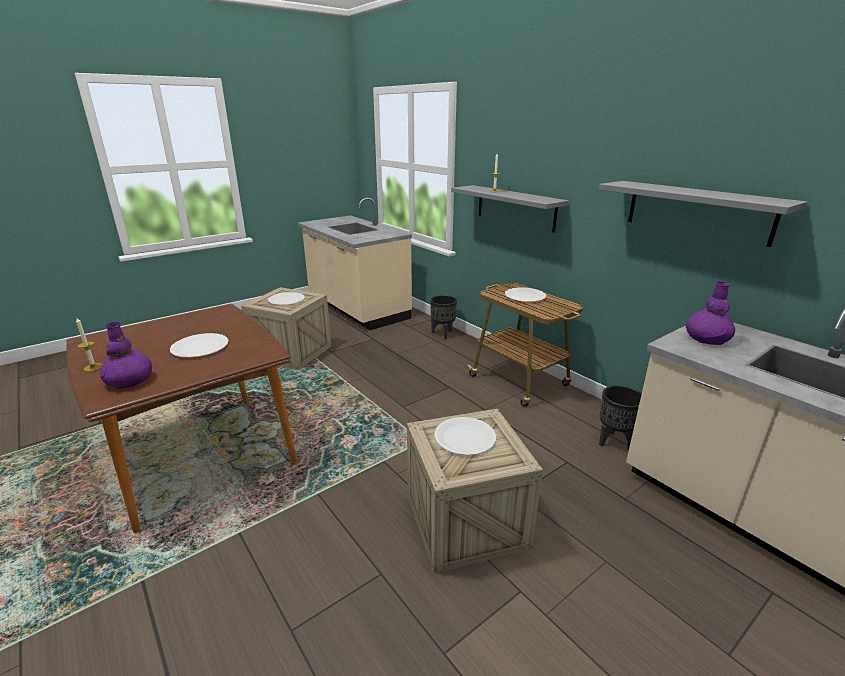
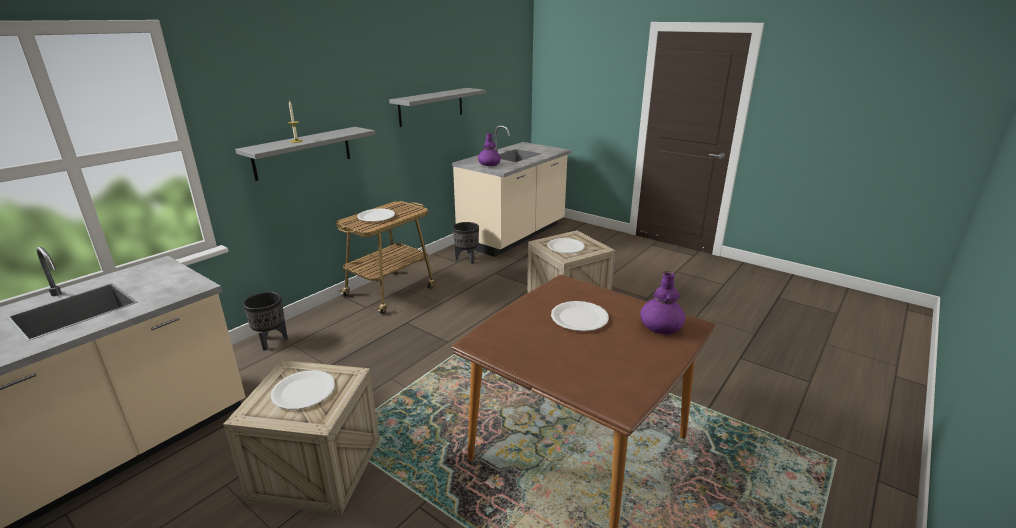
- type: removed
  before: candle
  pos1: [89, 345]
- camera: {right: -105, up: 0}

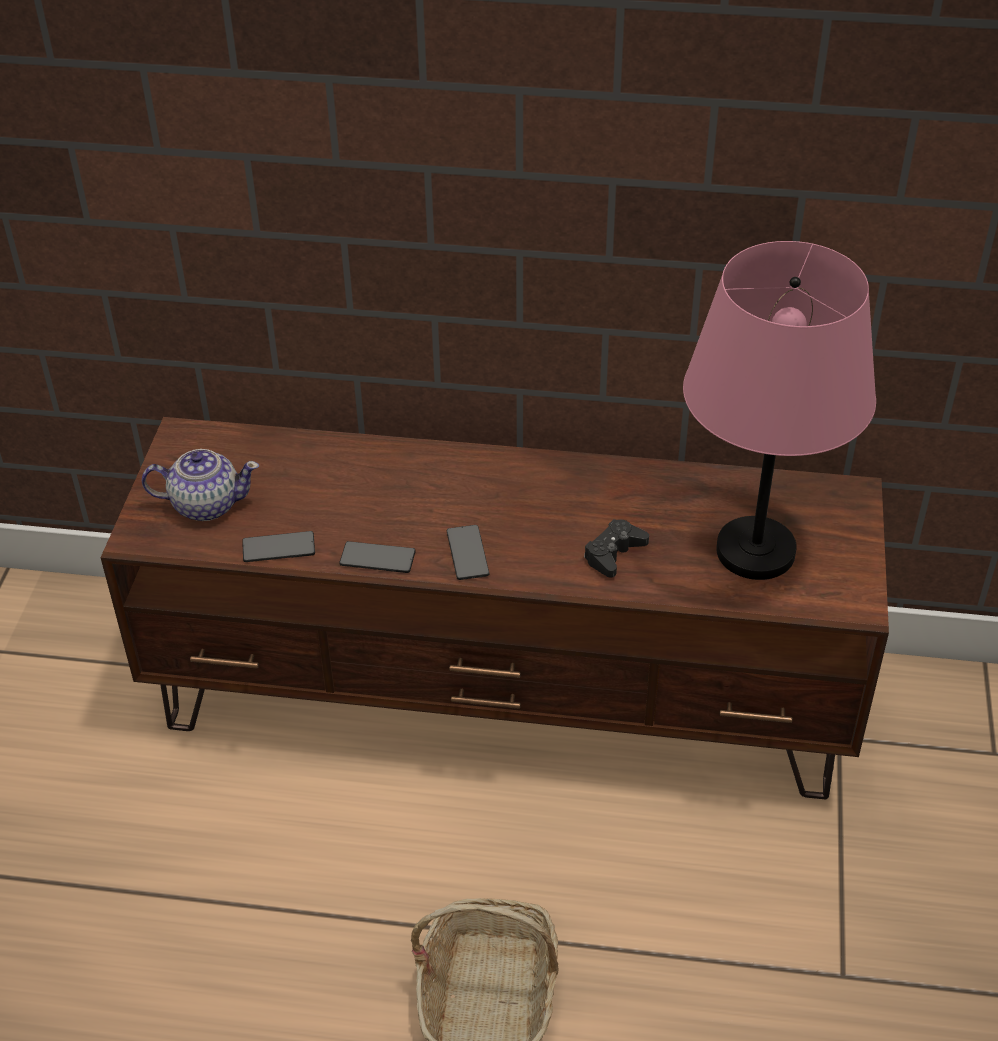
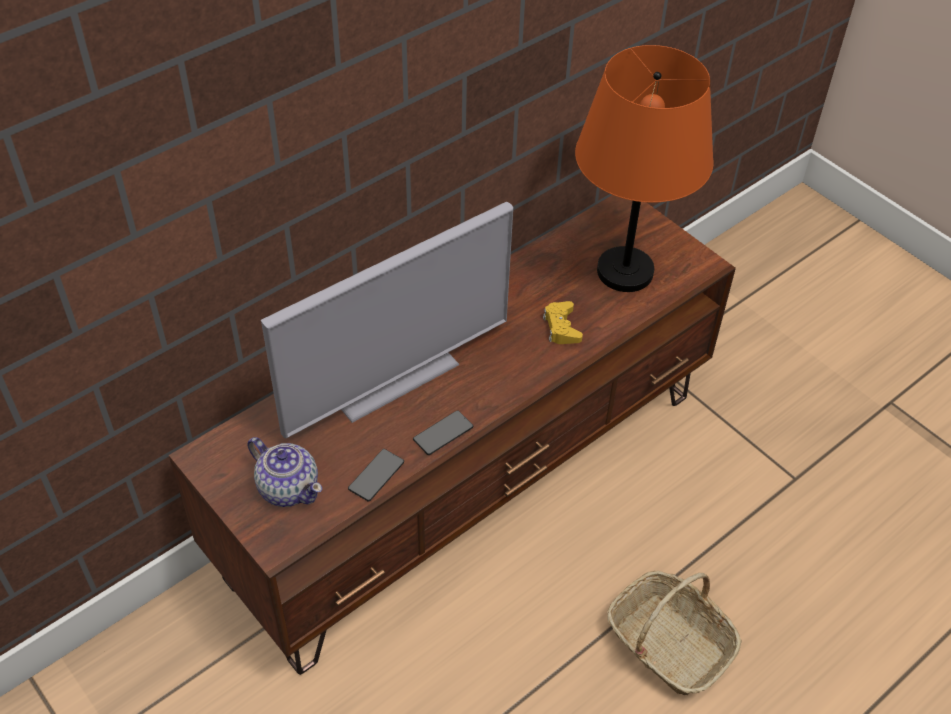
- type: turned
  before: teapot
  pos1: [200, 485]
  pos2: [285, 472]
  turn: 90
- type: removed
  before: phone
  pos1: [468, 552]
- type: recoloured
  before: black game controller
  after: yellow game controller
  pos1: [616, 548]
  pos2: [563, 322]
- type: recoloured
  before: pink table lamp
  after: orange table lamp
  pos1: [779, 410]
  pos2: [644, 168]
- type: added
  after: television
  pos2: [387, 320]
- camera: {right: -50, up: 5}

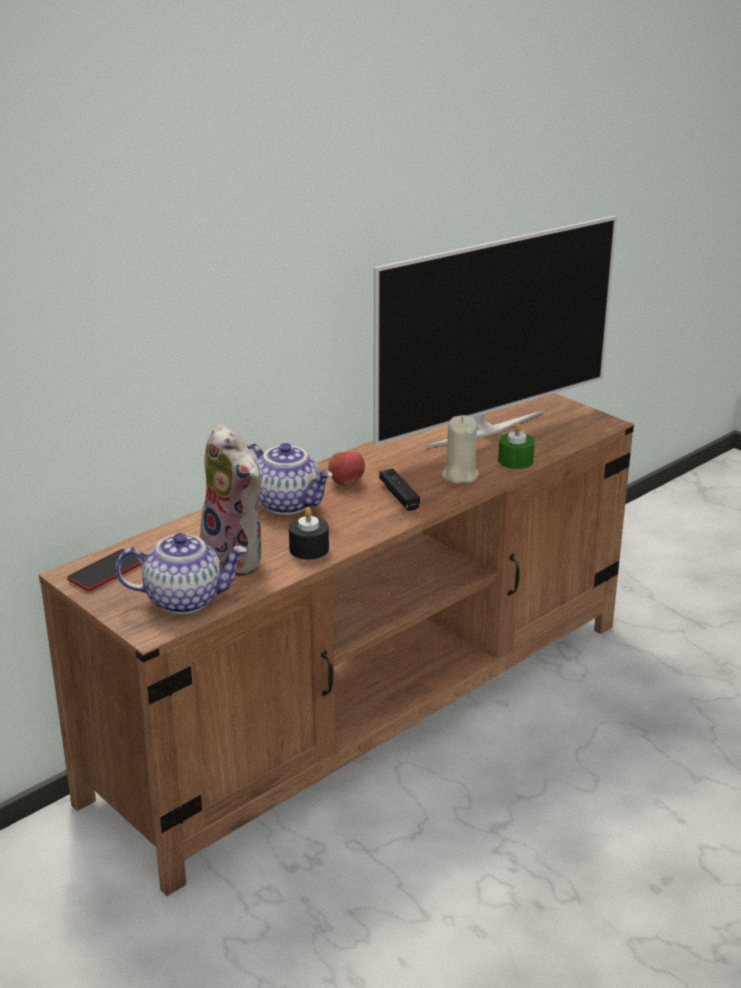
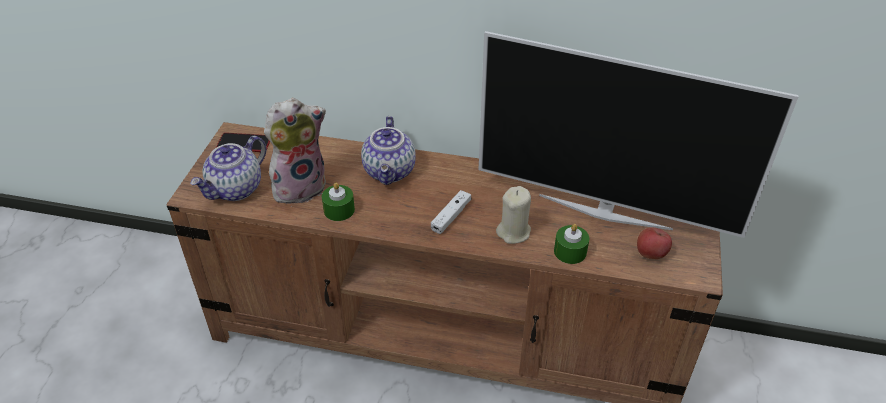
- type: turned
  before: teapot
  pos1: [181, 573]
  pos2: [228, 168]
  turn: 75
- type: turned
  before: plush toy
  pos1: [231, 500]
  pos2: [295, 151]
  turn: -135
- type: recoloured
  before: black candle
  after: green candle
  pos1: [309, 533]
  pos2: [338, 201]
- type: moved
  before: apple
  pos1: [346, 468]
  pos2: [654, 243]
- type: recoloured
  before: black game controller
  after: white game controller
  pos1: [399, 490]
  pos2: [451, 212]
- camera: {right: 55, up: 15}

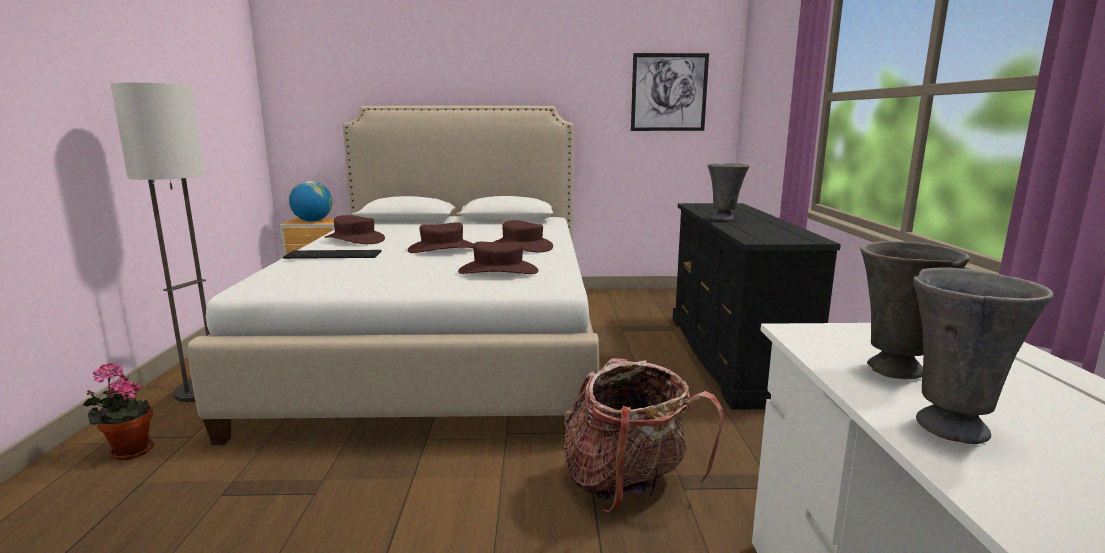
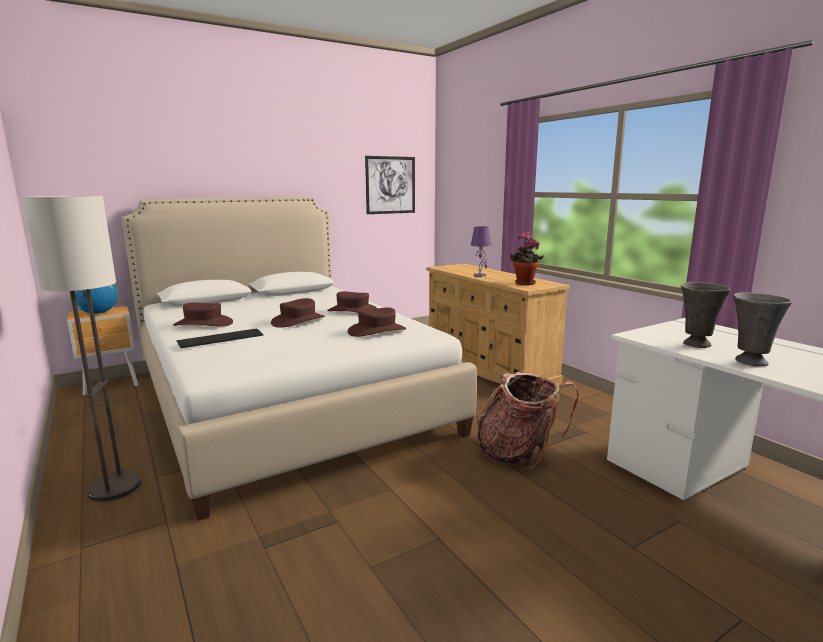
- type: moved
  before: potted plant
  pos1: [118, 411]
  pos2: [527, 258]
- type: recoloured
  before: black dresser
  after: beige dresser
  pos1: [757, 306]
  pos2: [498, 324]
- type: replaced
  before: grey vase
  after: purple table lamp
  pos1: [728, 192]
  pos2: [481, 251]
- camera: {right: -30, up: 0}

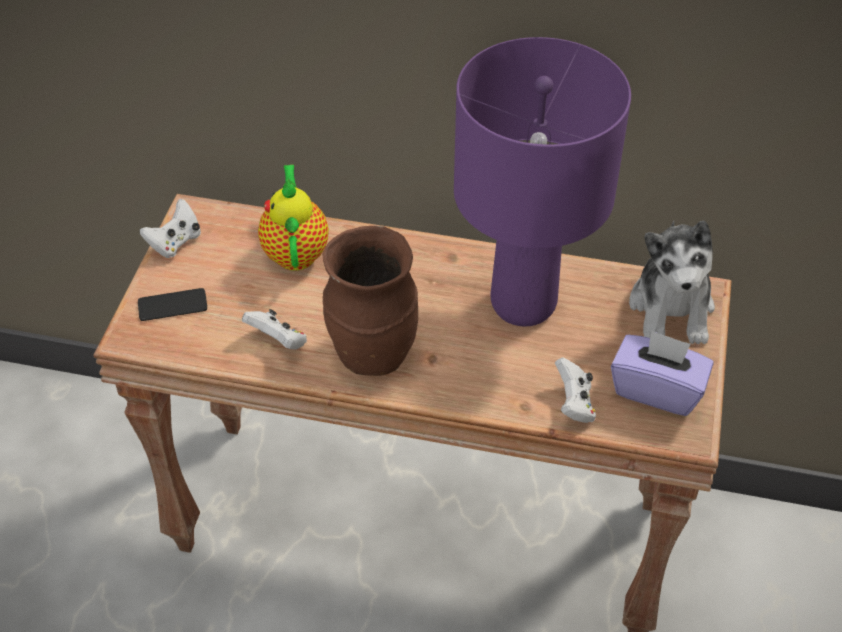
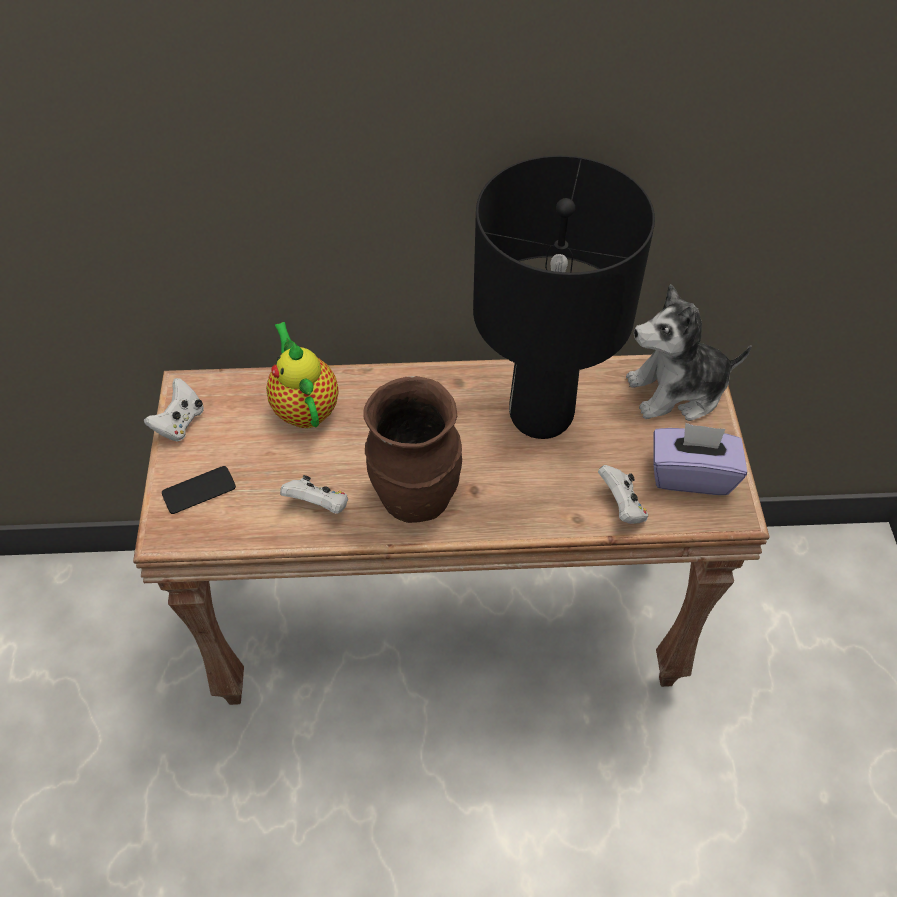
- type: recoloured
  before: purple table lamp
  after: black table lamp
  pos1: [542, 182]
  pos2: [564, 297]
- type: turned
  before: plush toy
  pos1: [672, 283]
  pos2: [689, 352]
  turn: 90
- camera: {right: -15, up: 5}

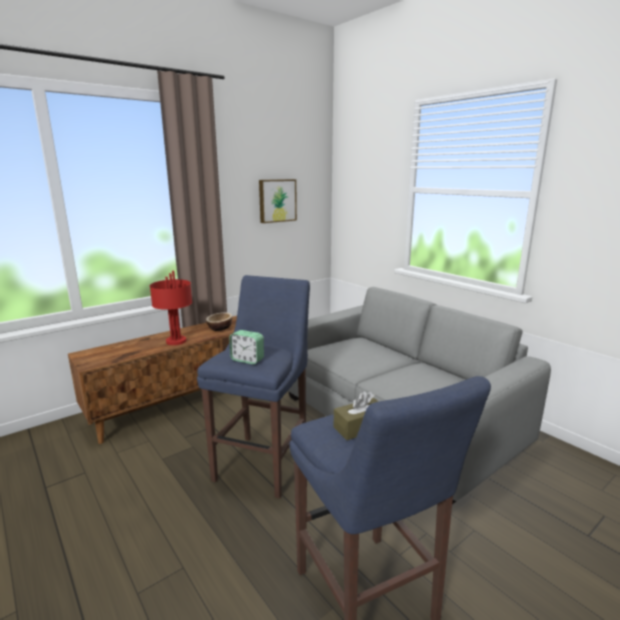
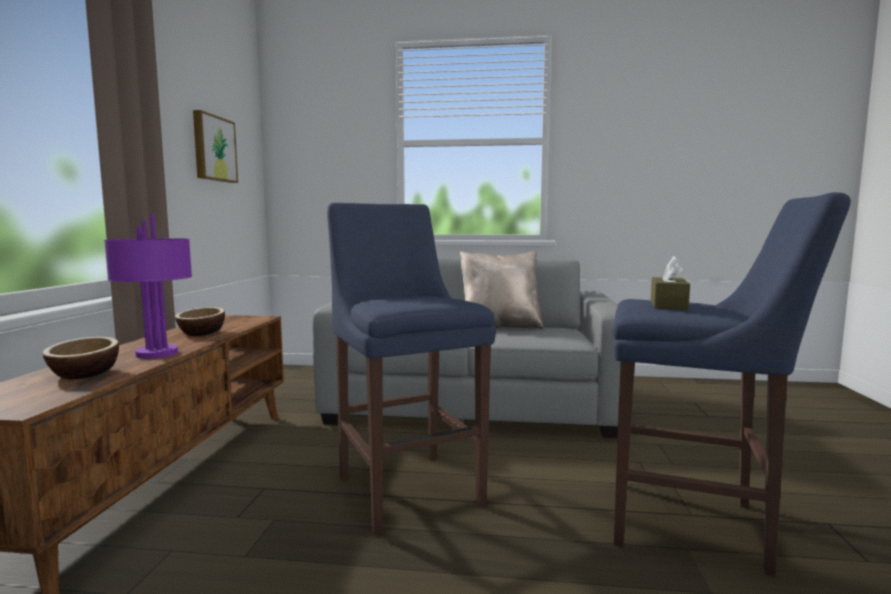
- type: recoloured
  before: red table lamp
  after: purple table lamp
  pos1: [171, 308]
  pos2: [148, 287]
- type: removed
  before: alarm clock
  pos1: [246, 347]
- type: added
  after: bowl
  pos2: [80, 358]
- type: added
  after: beige pillow
  pos2: [502, 290]
- camera: {right: -45, up: -10}

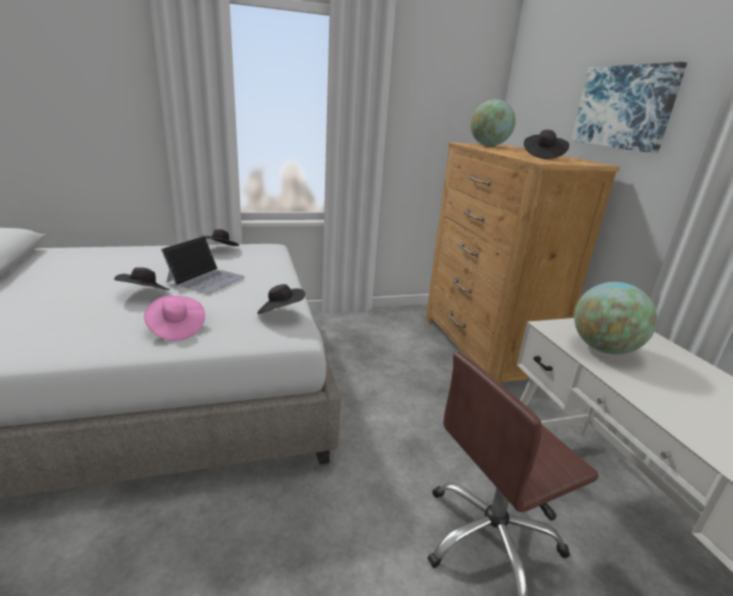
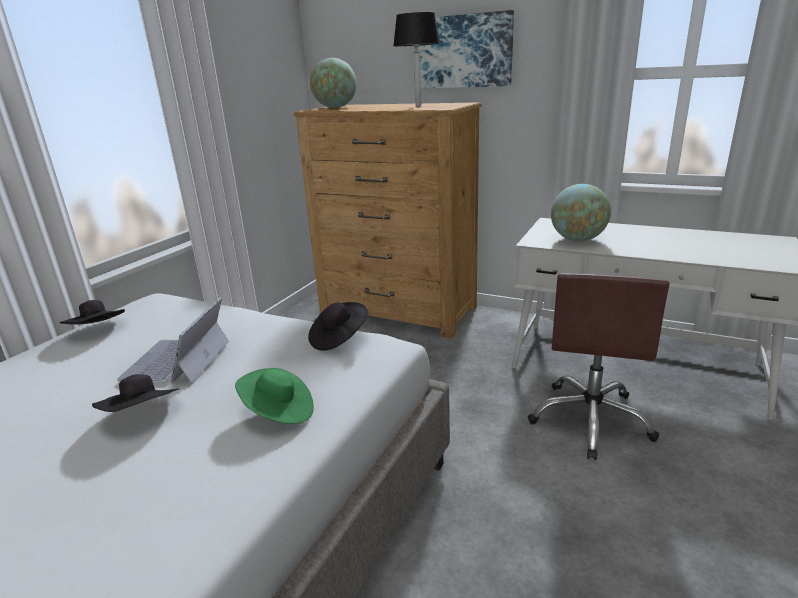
- type: recoloured
  before: pink hat
  after: green hat
  pos1: [174, 318]
  pos2: [274, 396]
- type: turned
  before: laptop
  pos1: [203, 265]
  pos2: [173, 340]
  turn: -150
- type: replaced
  before: black hat
  after: black table lamp
  pos1: [546, 144]
  pos2: [416, 59]
- camera: {right: -45, up: 0}

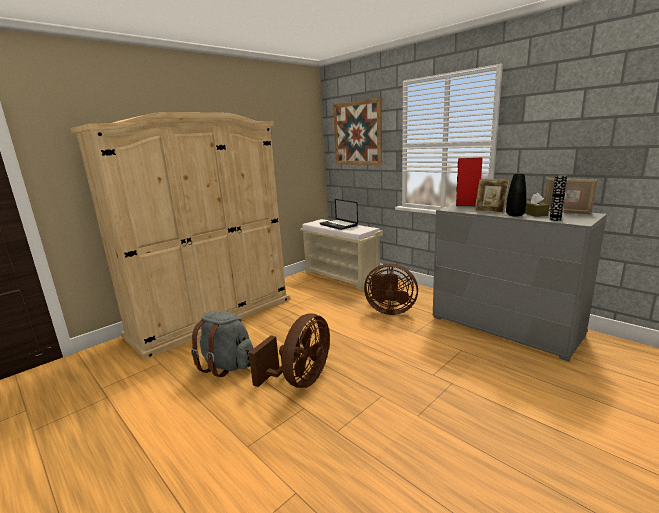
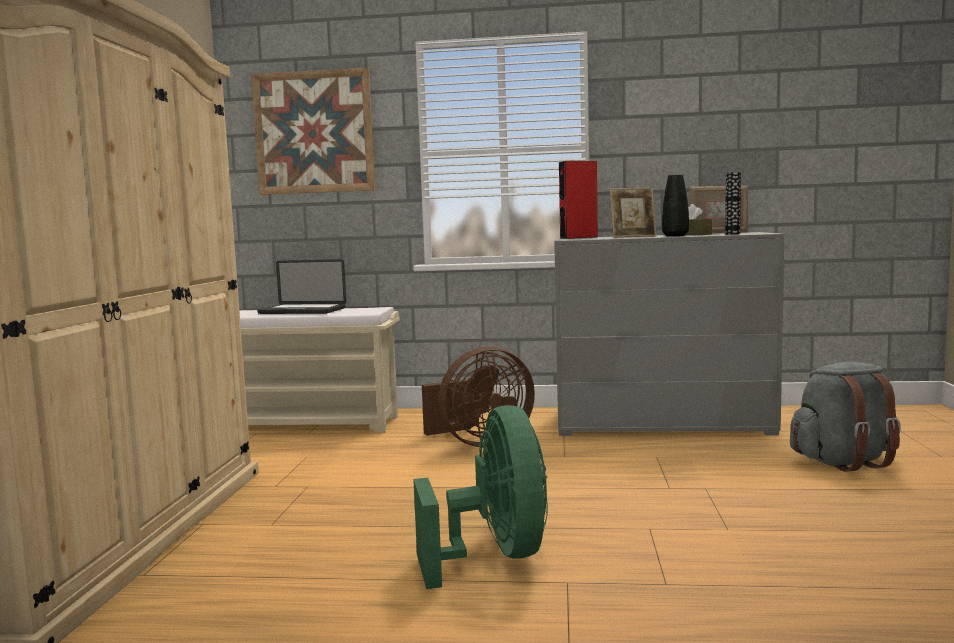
- type: moved
  before: grey backpack
  pos1: [222, 344]
  pos2: [845, 417]
- type: recoloured
  before: brown fan
  after: green fan
  pos1: [289, 351]
  pos2: [480, 497]
- camera: {right: -40, up: -10}

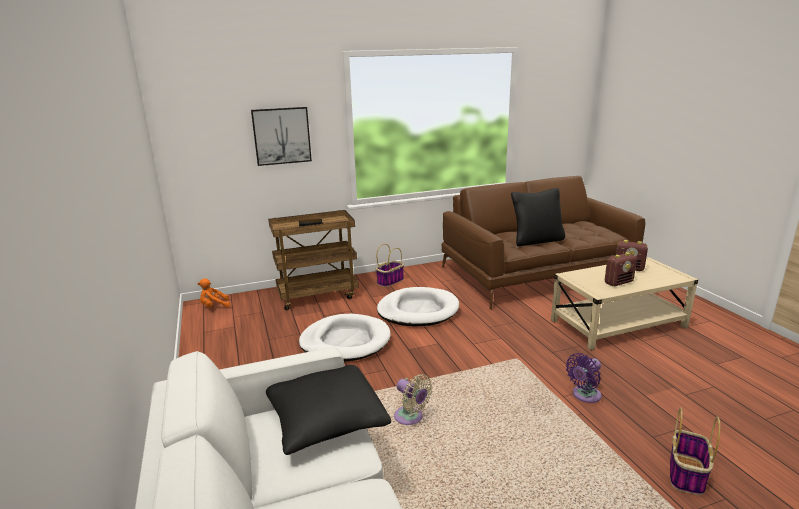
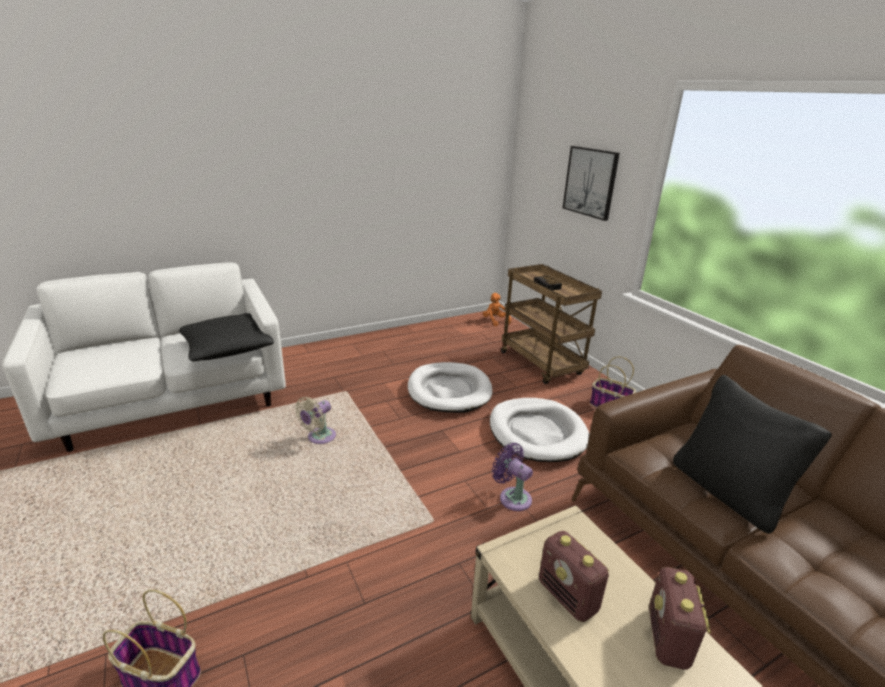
- type: moved
  before: purple fan
  pos1: [583, 378]
  pos2: [512, 477]
- camera: {right: 80, up: 5}

